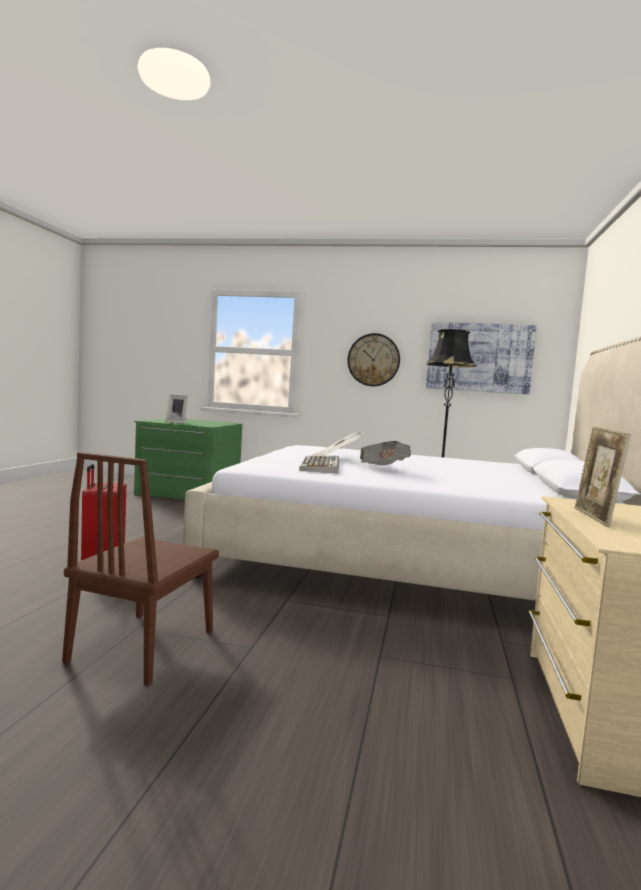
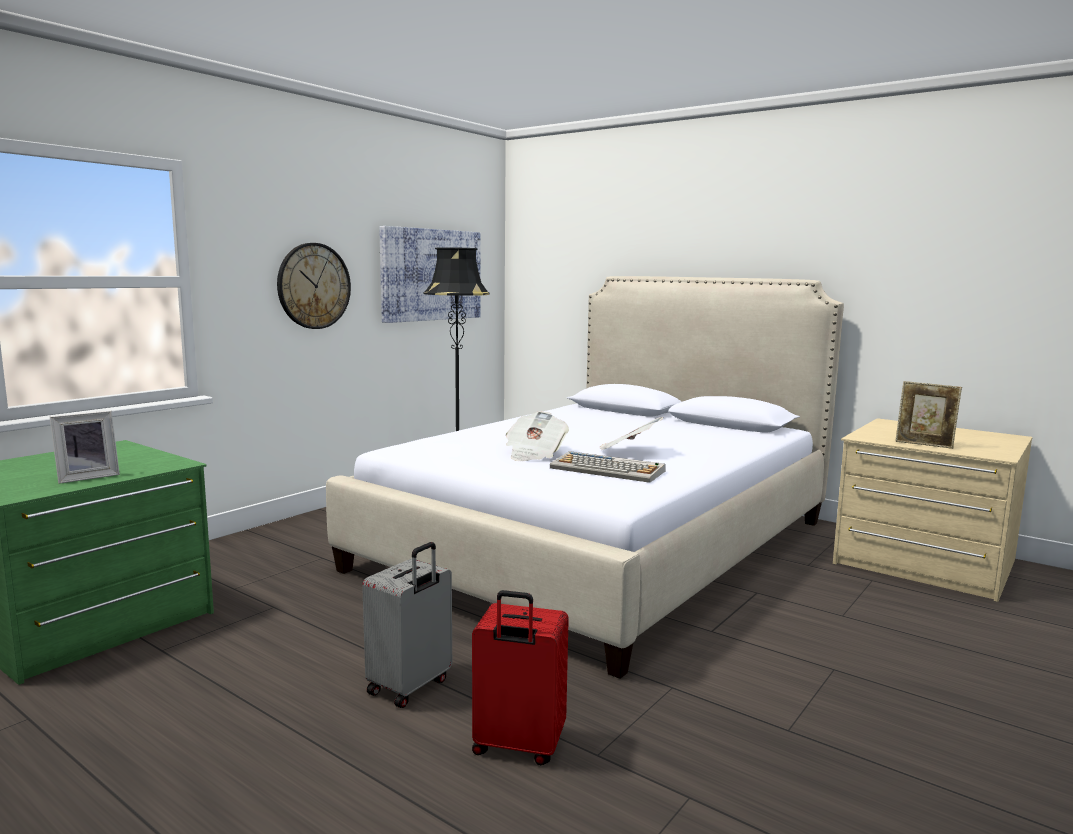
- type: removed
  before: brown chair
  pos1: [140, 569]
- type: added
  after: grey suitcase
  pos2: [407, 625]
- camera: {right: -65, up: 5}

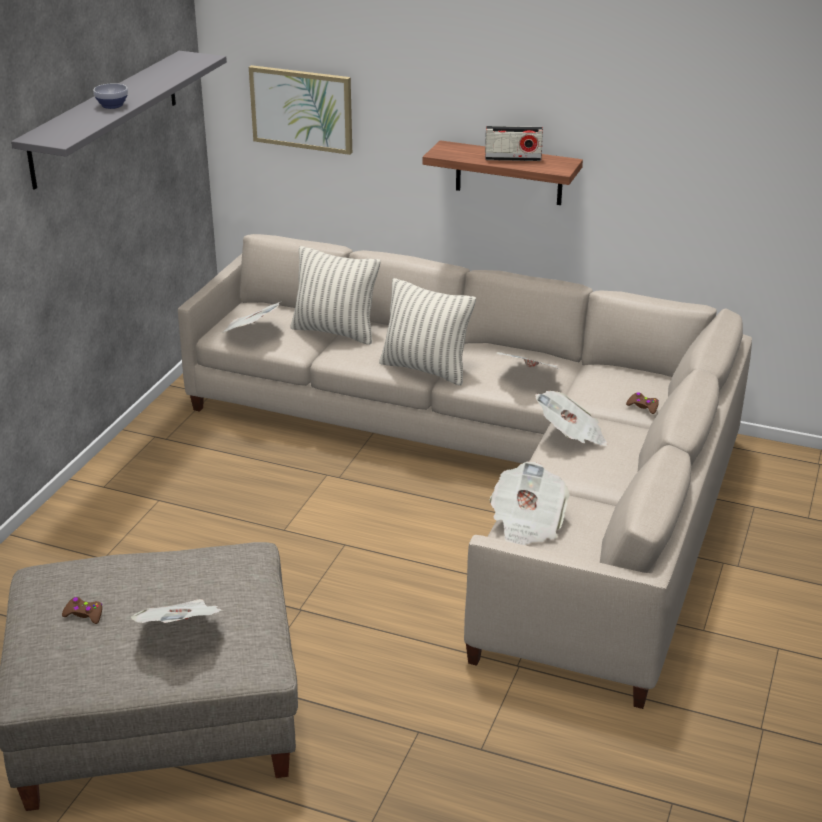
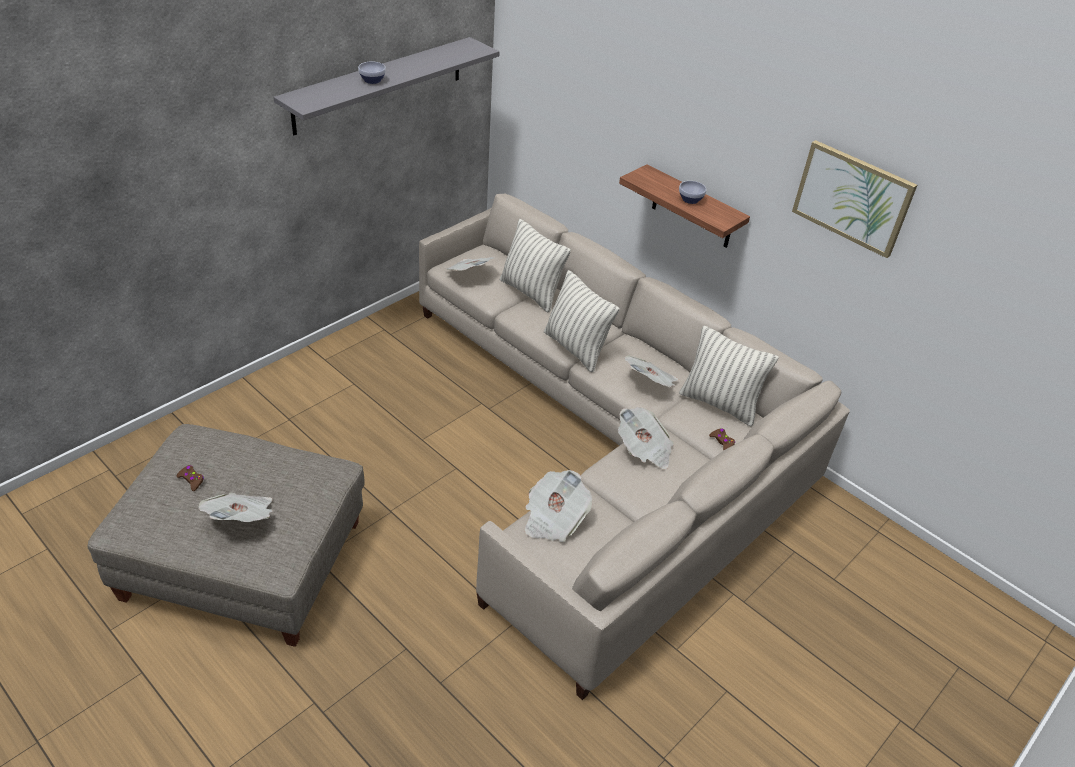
- type: moved
  before: picture
  pos1: [300, 110]
  pos2: [854, 199]
- type: replaced
  before: radio
  after: bowl
  pos1: [514, 143]
  pos2: [692, 192]
- type: added
  after: pillow
  pos2: [729, 375]
- camera: {right: 20, up: 10}

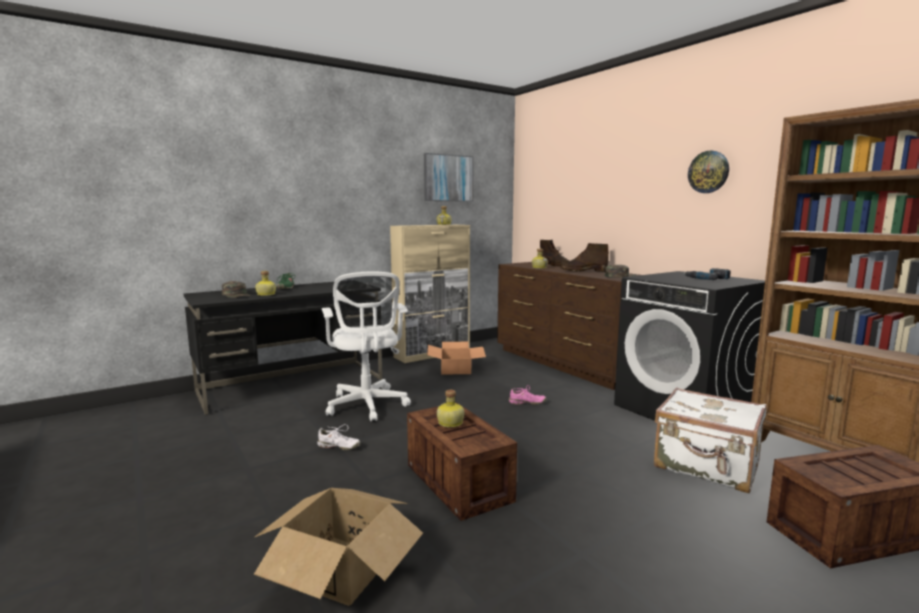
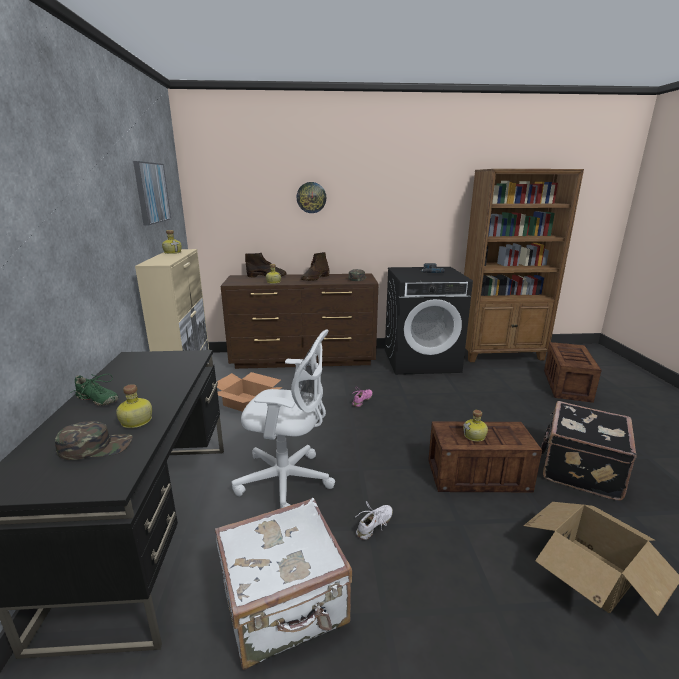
- type: moved
  before: white suitcase
  pos1: [710, 440]
  pos2: [283, 584]
- type: moved
  before: wall clock
  pos1: [708, 172]
  pos2: [311, 197]
- type: added
  after: black suitcase
  pos2: [588, 451]
- camera: {right: -60, up: 10}

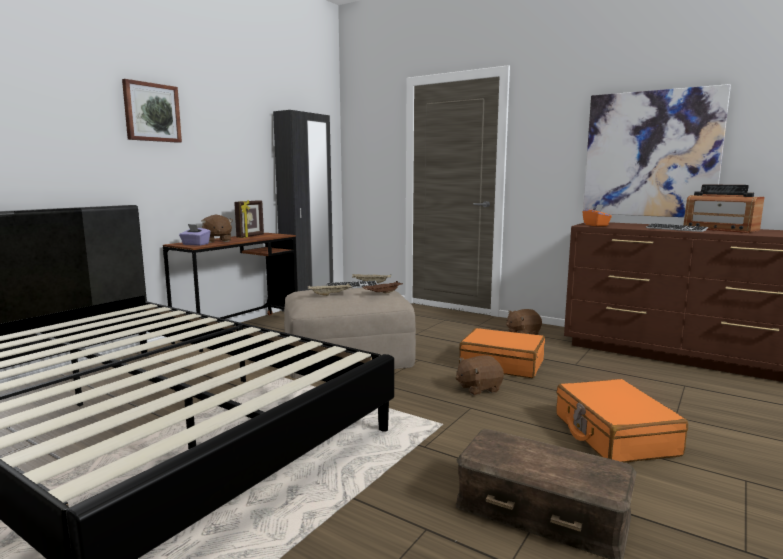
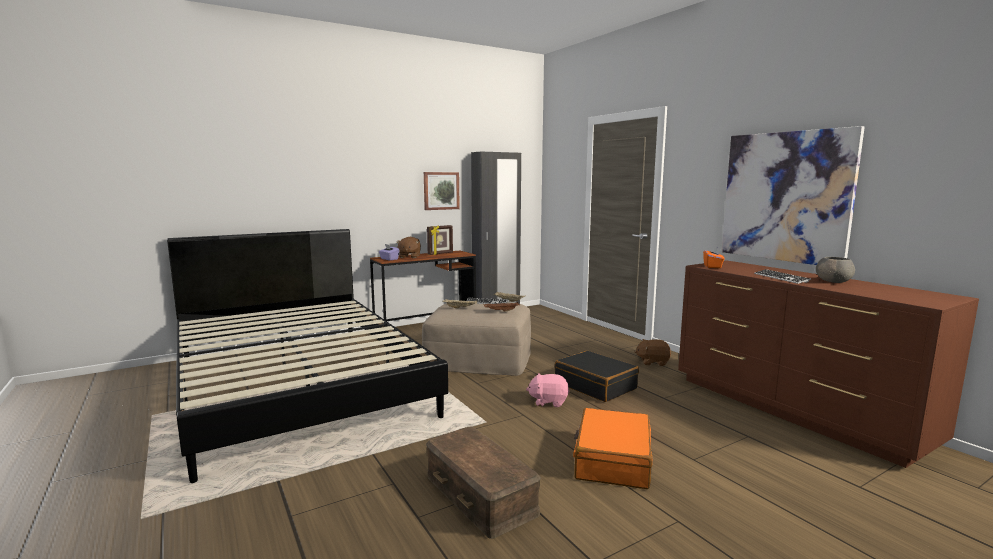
- type: moved
  before: picture
  pos1: [152, 111]
  pos2: [442, 191]
- type: recoloured
  before: brown plush toy
  after: pink plush toy
  pos1: [480, 375]
  pos2: [548, 390]
- type: recoloured
  before: orange suitcase
  after: black suitcase
  pos1: [502, 353]
  pos2: [597, 376]
- type: replaced
  before: radio
  after: grey bowl
  pos1: [723, 208]
  pos2: [835, 270]
- camera: {right: 25, up: 0}

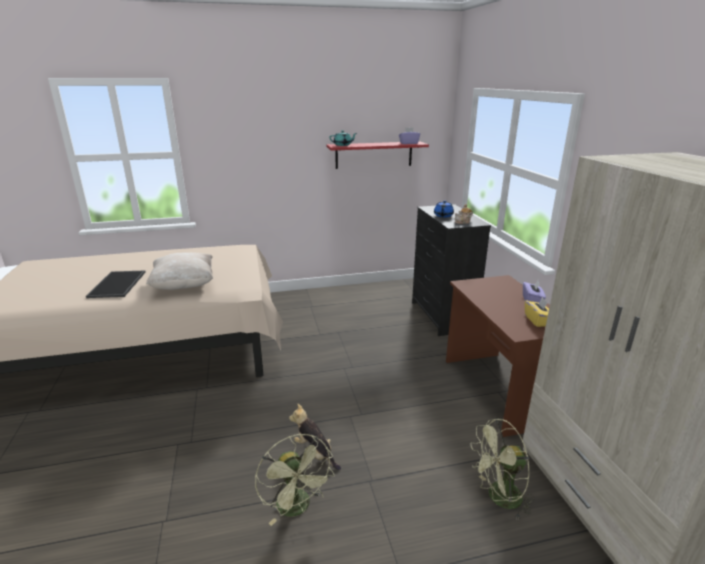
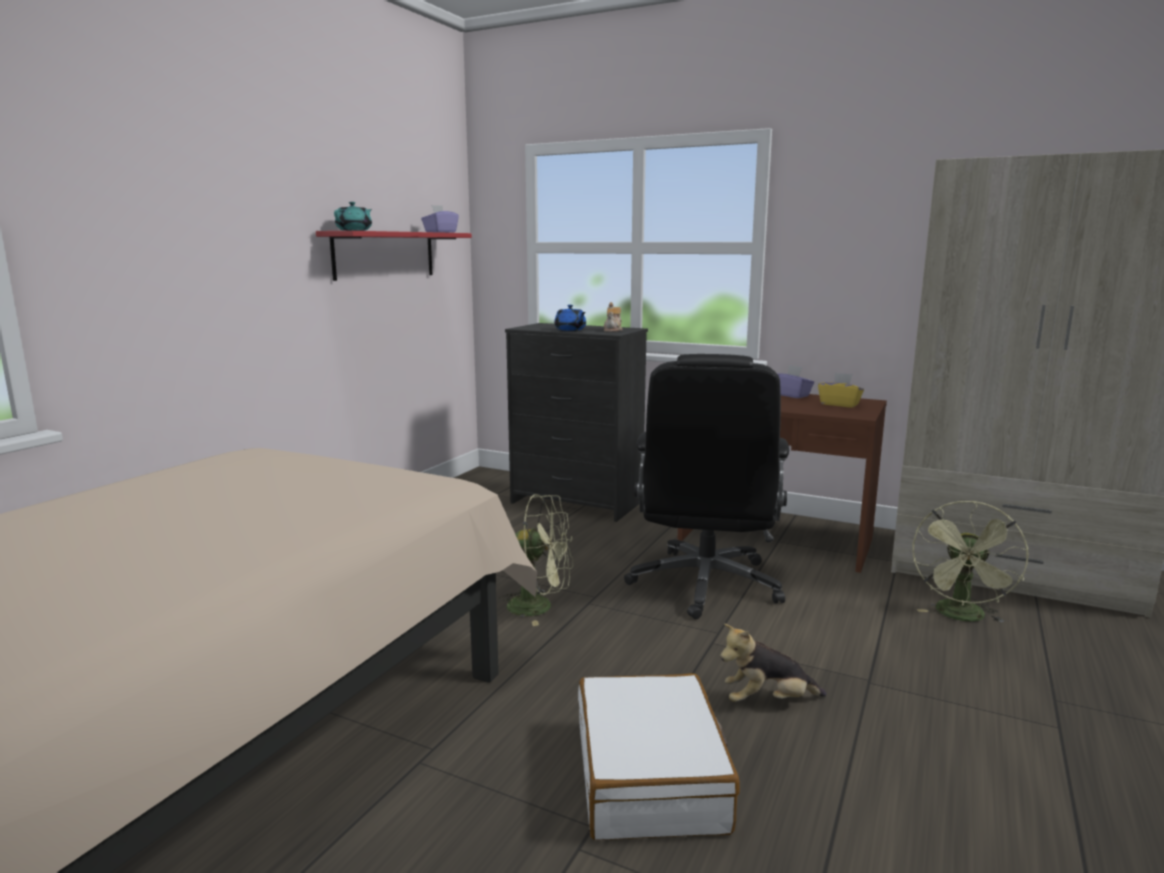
- type: removed
  before: tray
  pos1: [116, 284]
- type: removed
  before: beige pillow
  pos1: [179, 271]
- type: moved
  before: green fan
  pos1: [294, 480]
  pos2: [535, 560]
- type: added
  after: white suitcase
  pos2: [659, 756]
- type: added
  after: black office chair
  pos2: [706, 486]
- camera: {right: -50, up: -10}

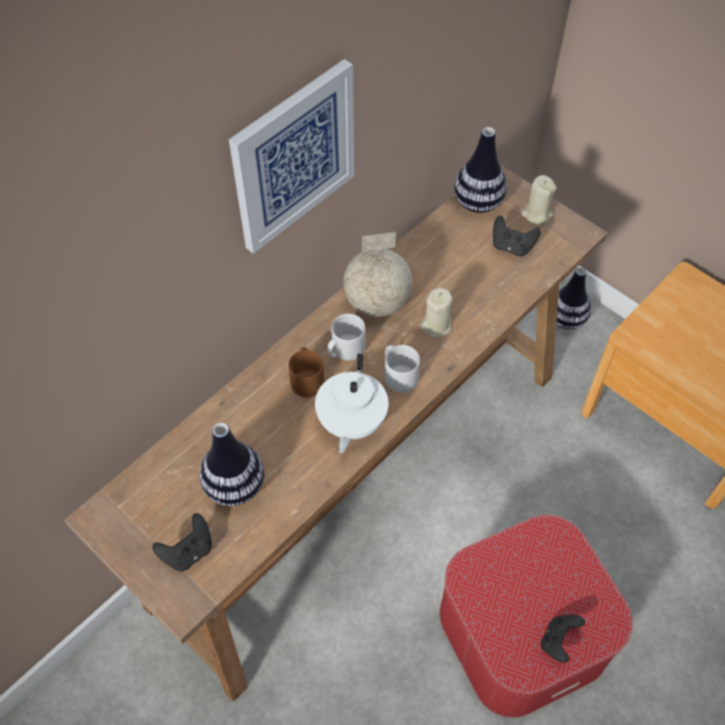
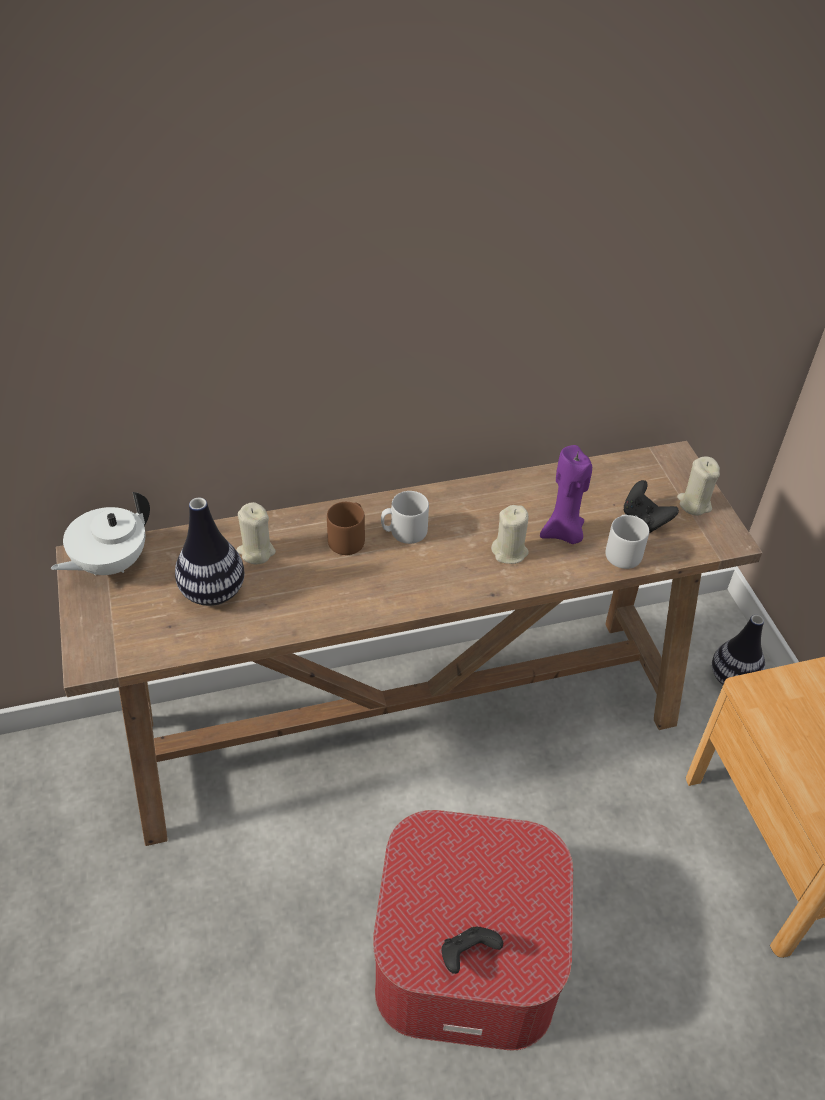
- type: removed
  before: black game controller
  pos1: [182, 542]
- type: removed
  before: picture
  pos1: [291, 156]
- type: moved
  before: white teapot
  pos1: [352, 403]
  pos2: [100, 533]
- type: removed
  before: globe
  pos1: [378, 274]
- type: moved
  before: grey mug
  pos1: [402, 369]
  pos2: [627, 541]
- type: removed
  before: vase
  pos1: [480, 170]
- type: added
  after: beige candle
  pos2: [256, 533]
- type: added
  after: purple candle
  pos2: [566, 494]
- camera: {right: 30, up: -10}

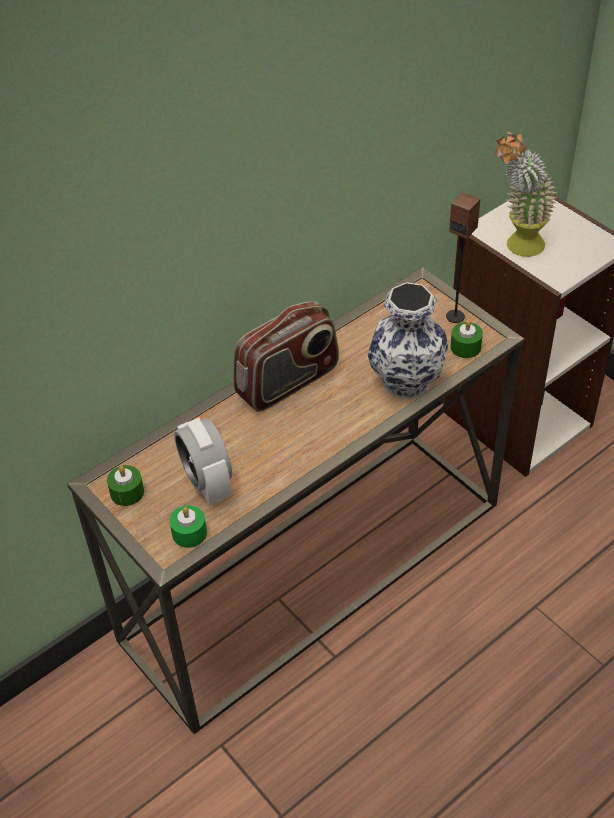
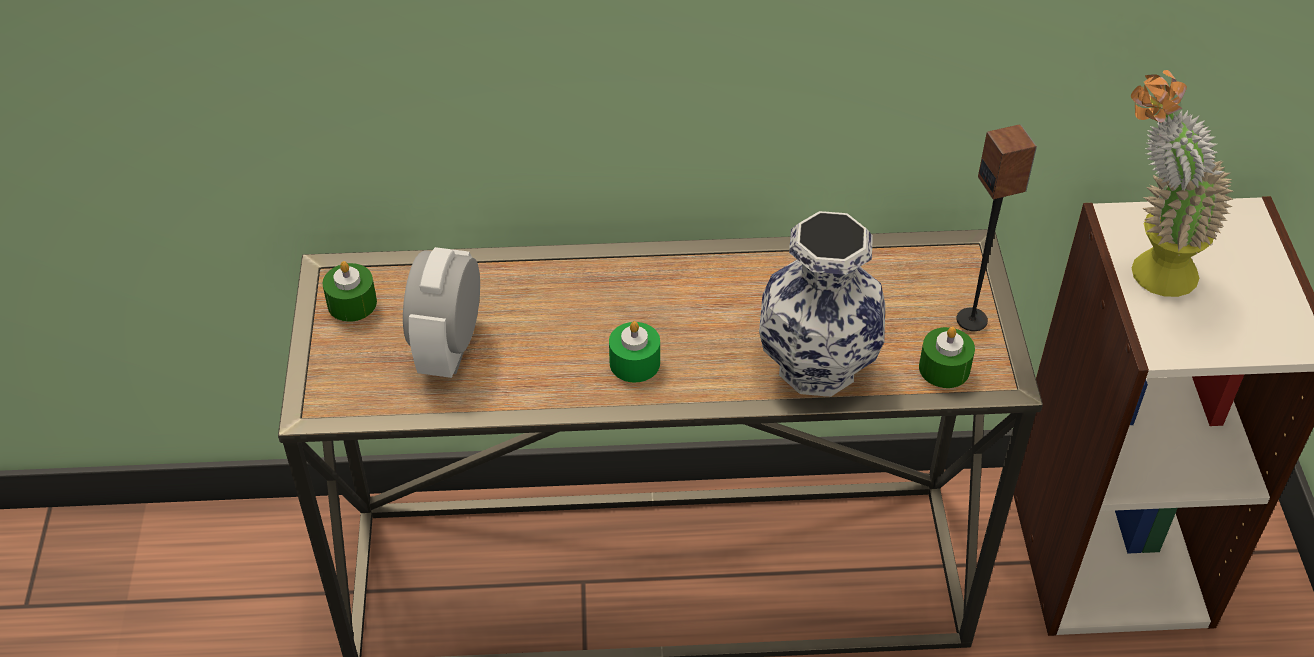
- type: moved
  before: green candle
  pos1: [188, 526]
  pos2: [634, 352]
- type: removed
  before: radio
  pos1: [286, 356]
- camera: {right: 35, up: 0}

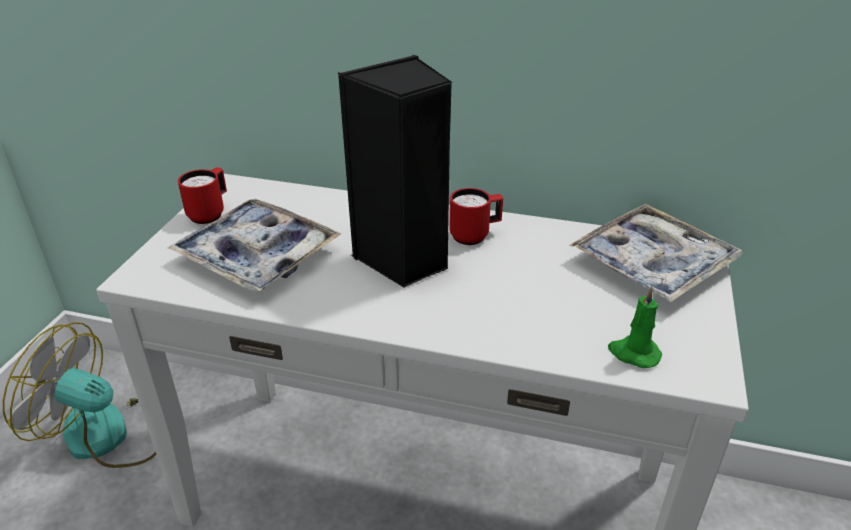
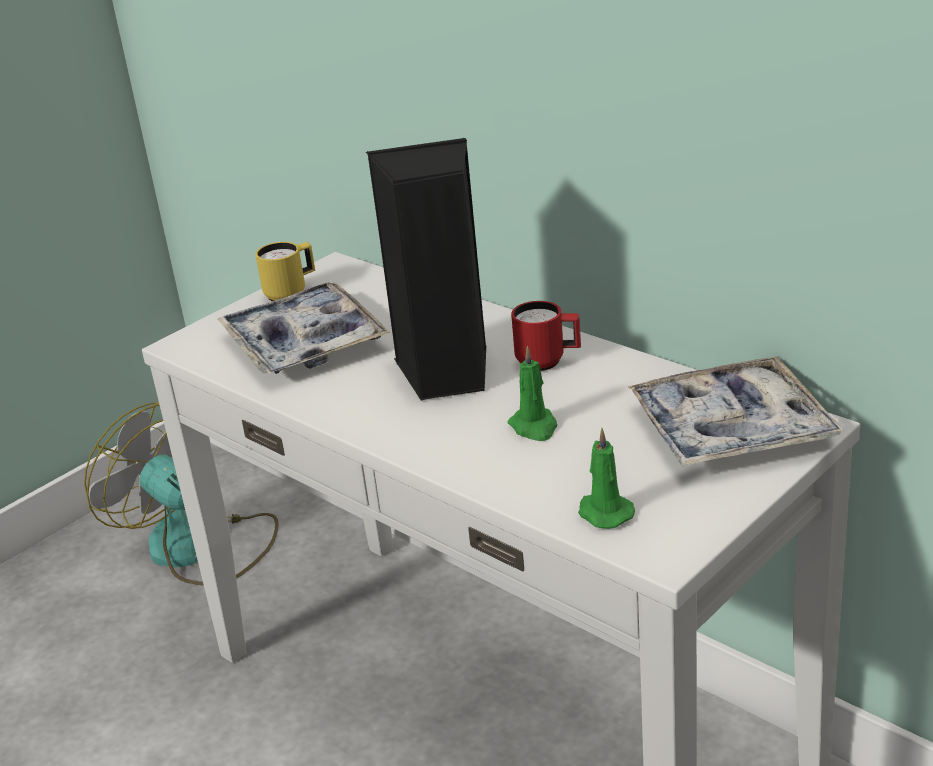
- type: recoloured
  before: red mug
  after: yellow mug
  pos1: [202, 195]
  pos2: [285, 271]
- type: added
  after: green candle
  pos2: [532, 393]
- camera: {right: 30, up: -5}

